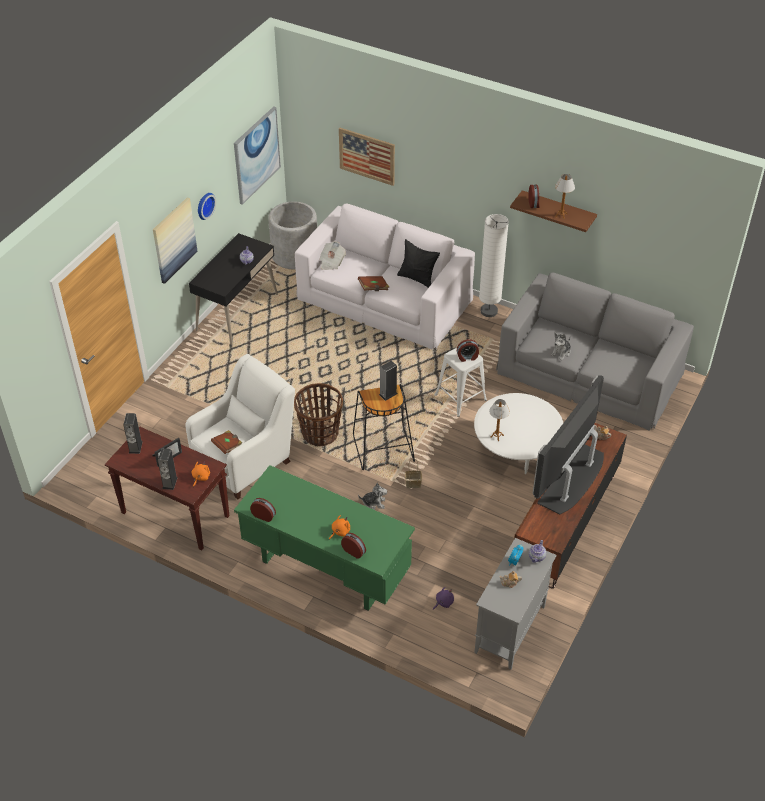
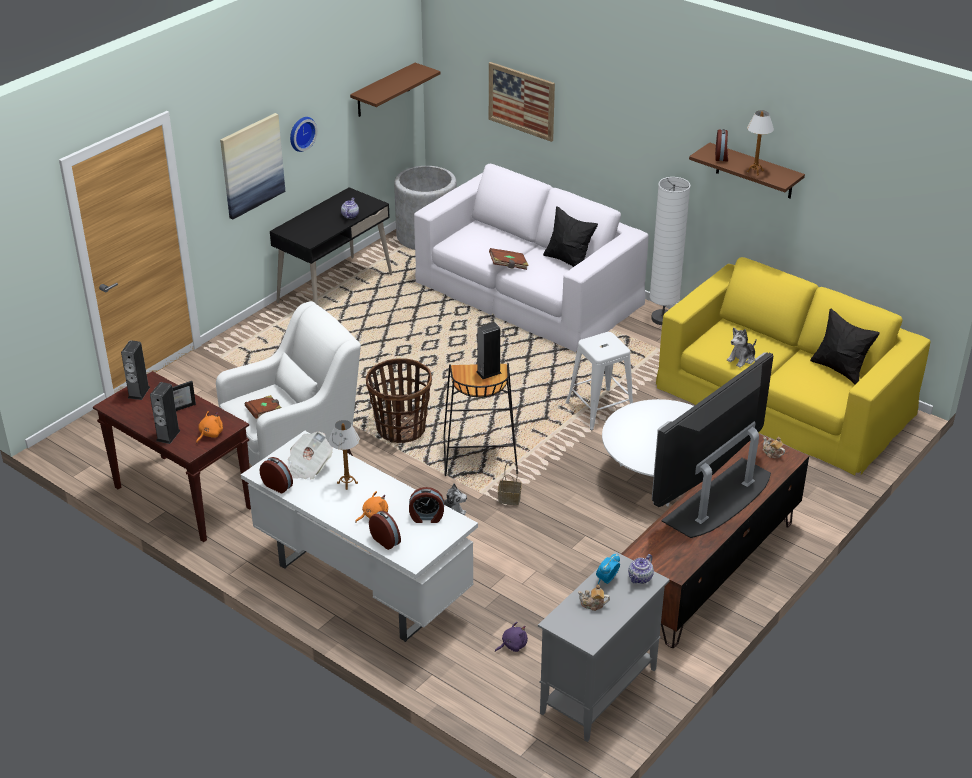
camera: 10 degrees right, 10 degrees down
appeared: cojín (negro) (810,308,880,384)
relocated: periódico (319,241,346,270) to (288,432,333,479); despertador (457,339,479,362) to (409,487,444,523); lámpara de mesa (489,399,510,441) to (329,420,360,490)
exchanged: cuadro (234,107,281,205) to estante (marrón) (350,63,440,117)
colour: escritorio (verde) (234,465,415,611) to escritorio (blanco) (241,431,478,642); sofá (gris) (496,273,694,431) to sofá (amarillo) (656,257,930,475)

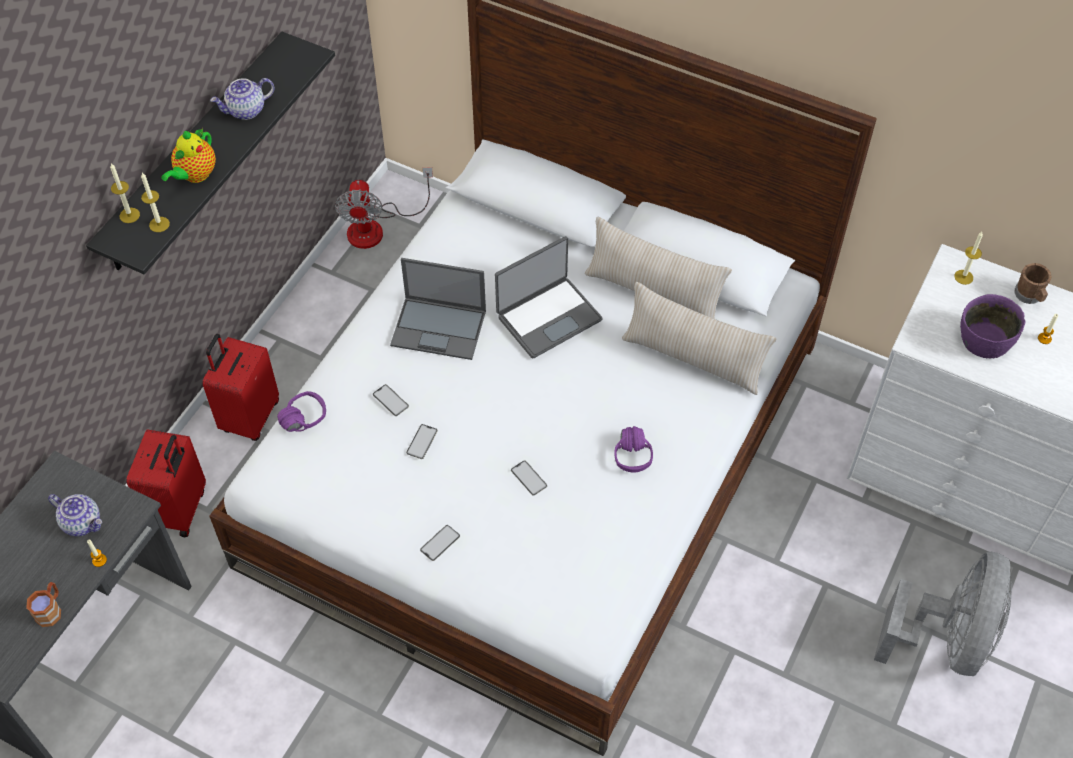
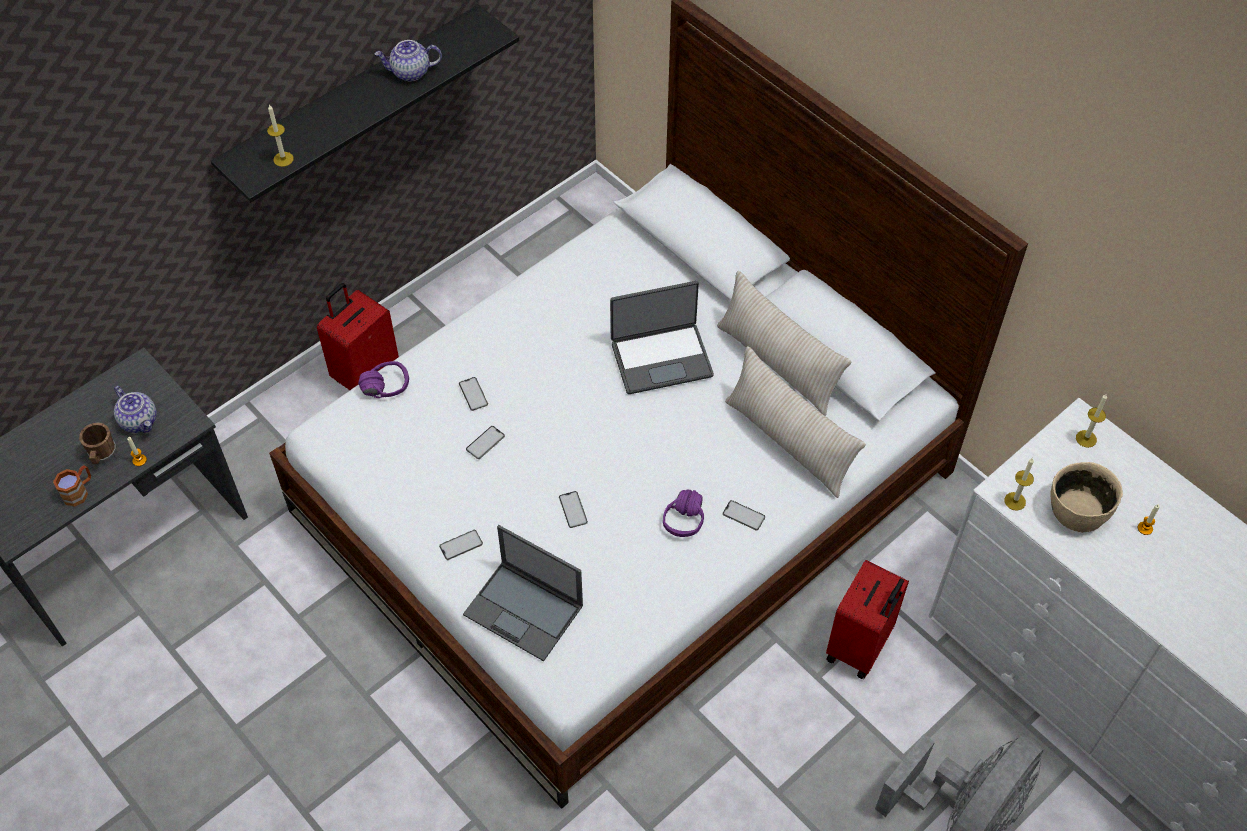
camera: 20 degrees right, 0 degrees up
missing: tetera (161,128,216,183); ventilador (335,167,433,249)
appeared: móvil (723,500,765,531)
relocated: vela (110,164,140,223) to (1005,458,1034,511); maleta (rojo) (126,430,206,537) to (826,560,909,679); portátil (390,258,486,360) to (463,525,583,661); taza grande (marrón) (1014,263,1052,304) to (79,423,118,465)
colour: cuenco (morado) (960,294,1025,359) to cuenco (beis) (1050,462,1123,533)

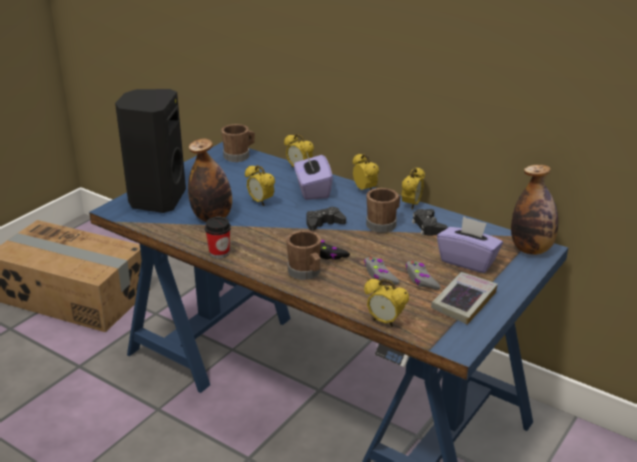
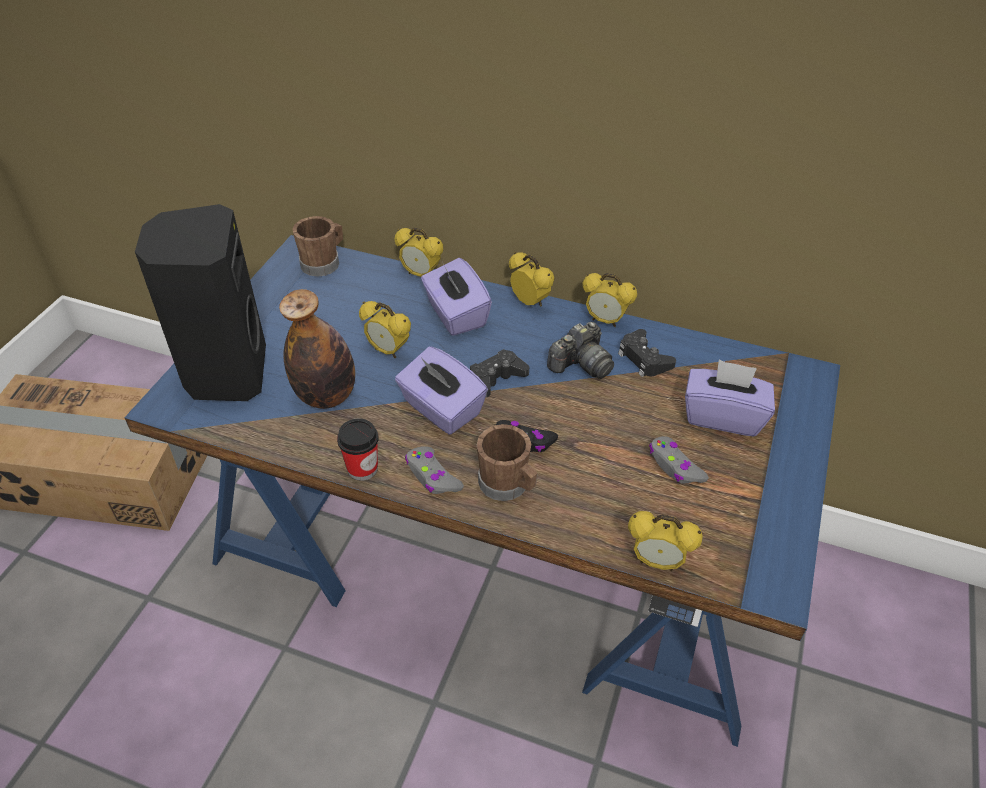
camera: 15 degrees left, 15 degrees up
missing: libro (431,272,498,325); botella (511,165,558,255)
appeared: caja de pañuelos (morado) (395,346,488,435)
relocated: mando de consola (gris) (364,257,399,285) to (405,446,464,494)
exchanged: taza grande (marrón) (366,188,400,233) to cámara (547,322,614,379)
spun: despertador (401,167,425,209) = (582,273,637,327) 105 degrees clockwise

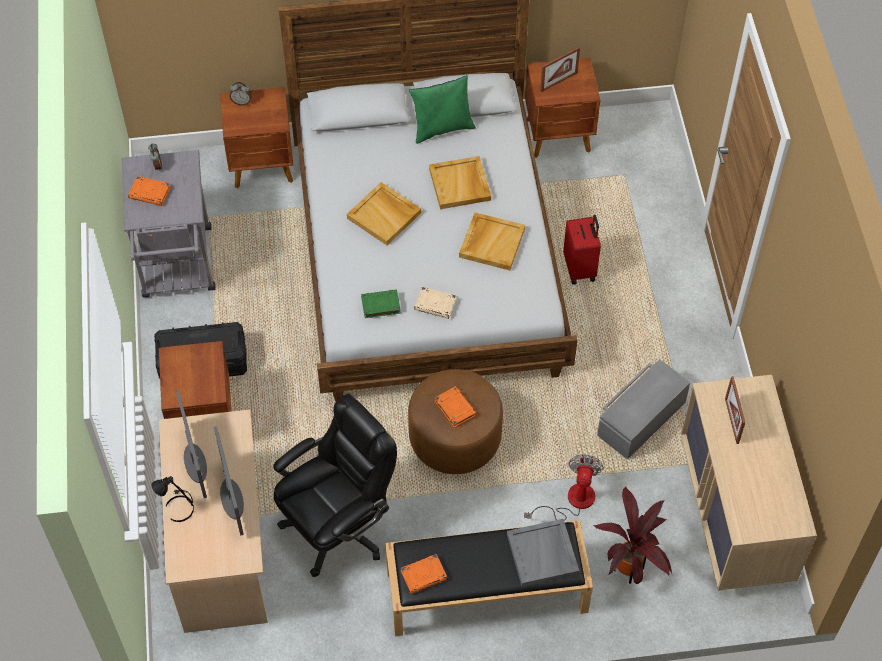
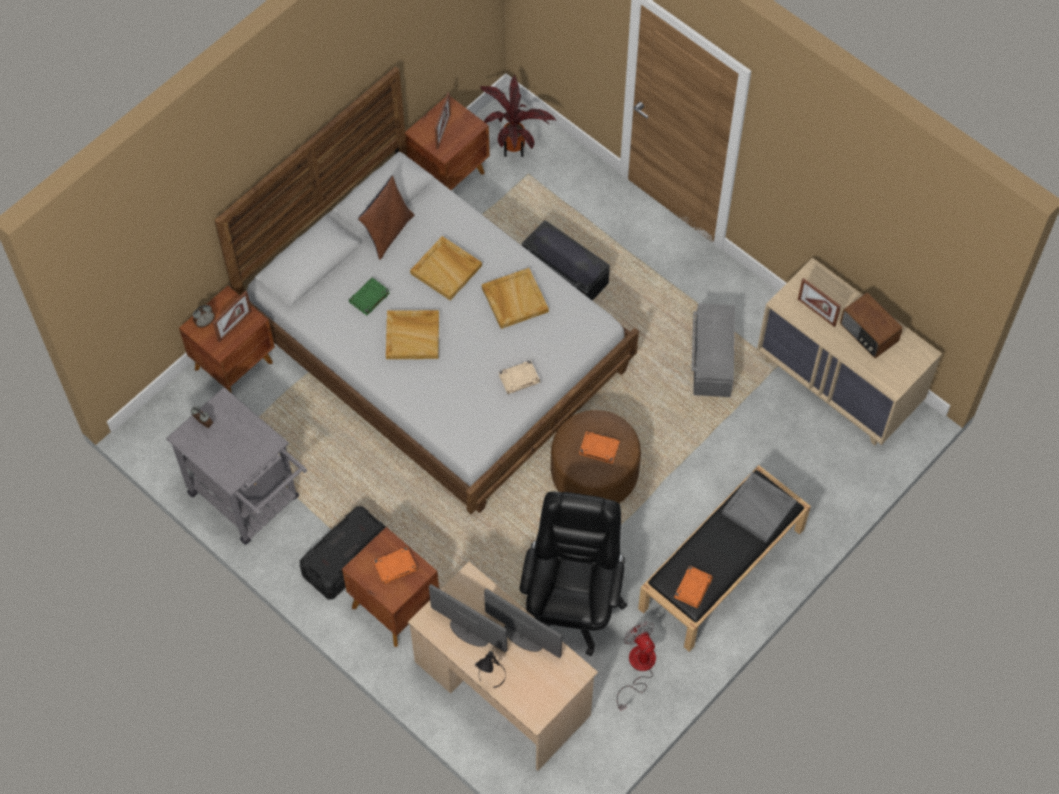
camera: 40 degrees left, 5 degrees up
appeared: portarretratos (213,291,252,343); radio (840,293,903,358)
relocated: libro (naranja) (128,176,171,206) to (373,547,417,584); libro (verde) (361,289,401,318) to (349,277,390,316); ventilador (524,455,604,521) to (617,622,656,711); planta en maceta (594,487,672,584) to (480,75,556,157)
exchanged: maleta (rojo) (563,215,601,285) to caja de almacenaje (negro) (522,220,610,301)
colour: cojín (verde) (409,75,476,144) to cojín (marrón) (358,176,415,260)

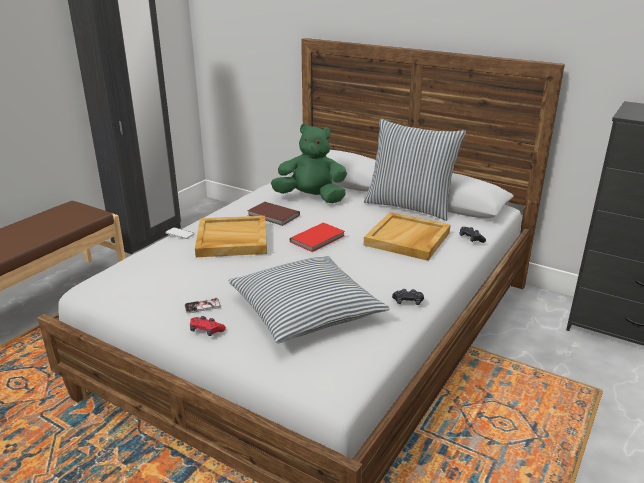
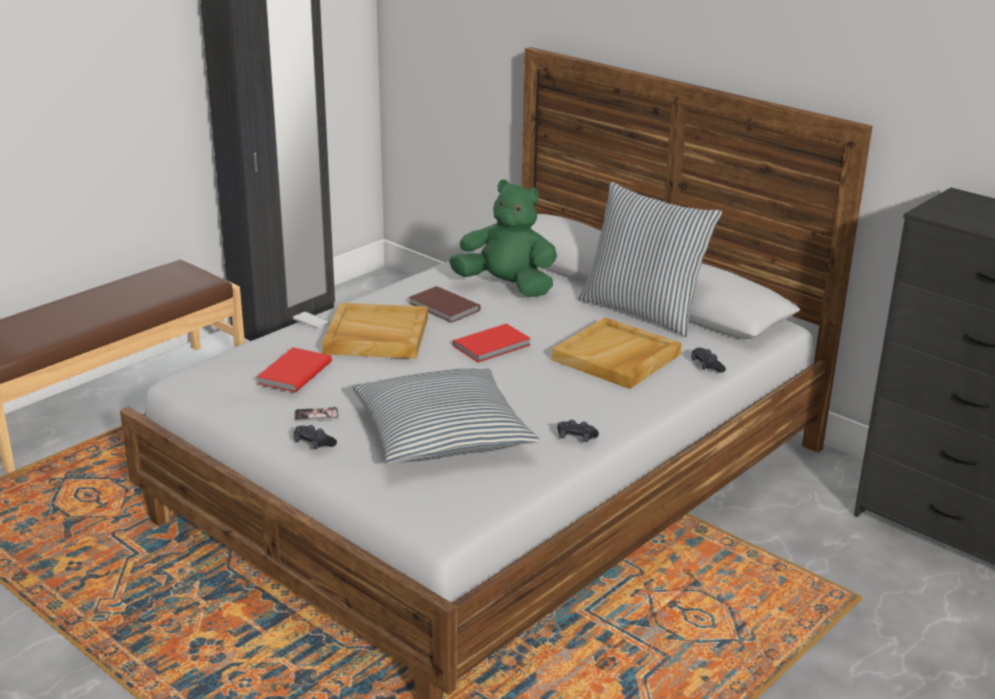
camera: 10 degrees right, 0 degrees up
appeared: libro (rojo) (257,347,332,393)
colour: mando de consola (rojo) (190,316,226,336) to mando de consola (negro) (294,425,337,450)

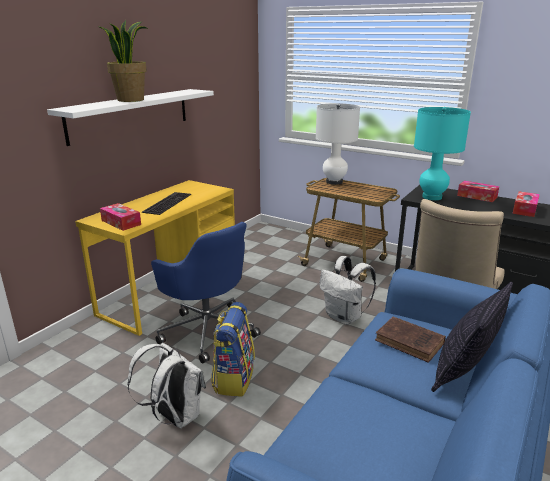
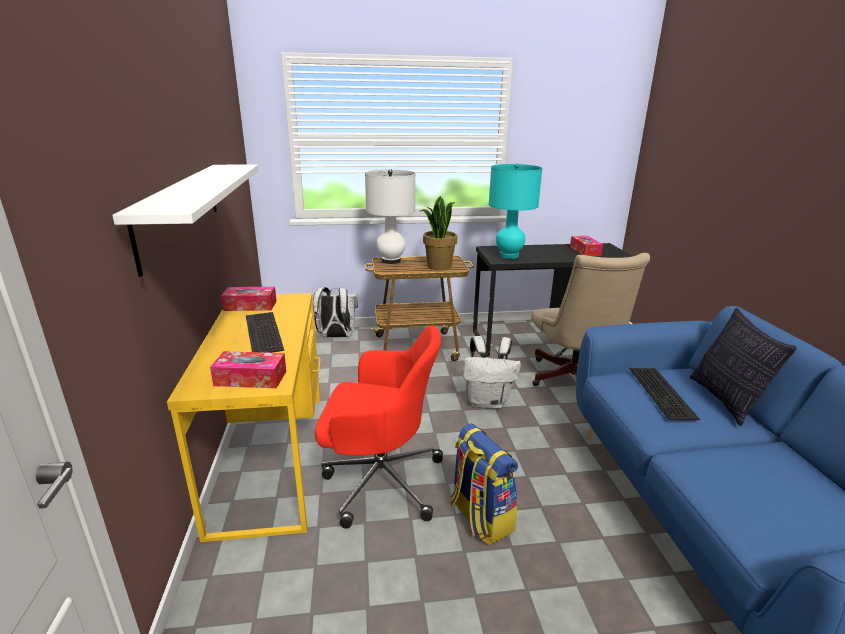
camera: 40 degrees left, 0 degrees up
relocated: planta en maceta (98,20,148,102) to (420,196,458,270); mochila (blanco) (127,343,206,428) to (313,287,358,337); caja de pañuelos (457,181,499,202) to (221,287,277,311)
exchanged: libro (marrón) (375,317,446,363) to teclado (630,368,700,420)
colour: silla de oficina (azul) (151,222,261,364) to silla de oficina (rojo) (315,325,443,529)

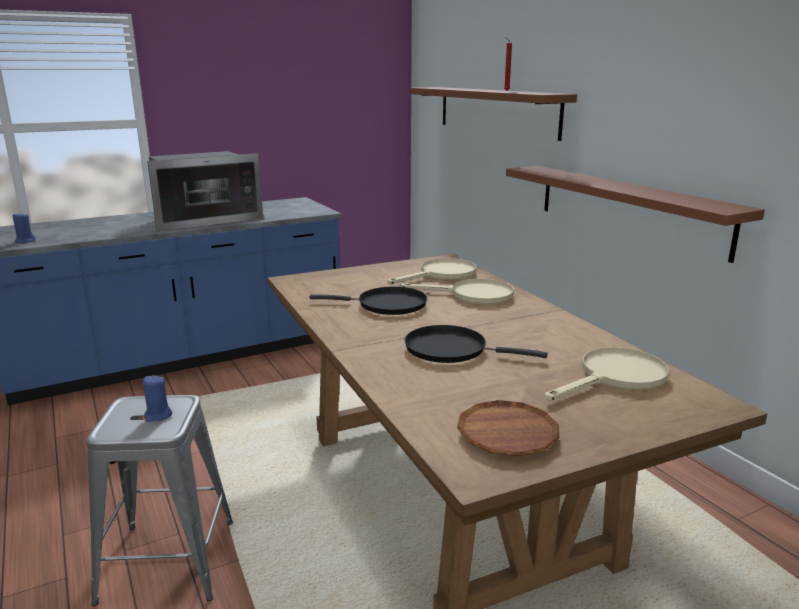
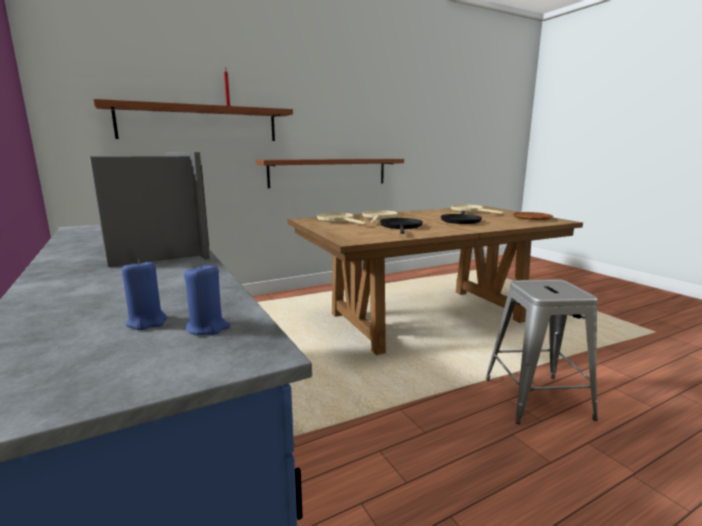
camera: 90 degrees left, 5 degrees down
relocated: vela (azul) (143,376,172,422) to (122,259,167,330)

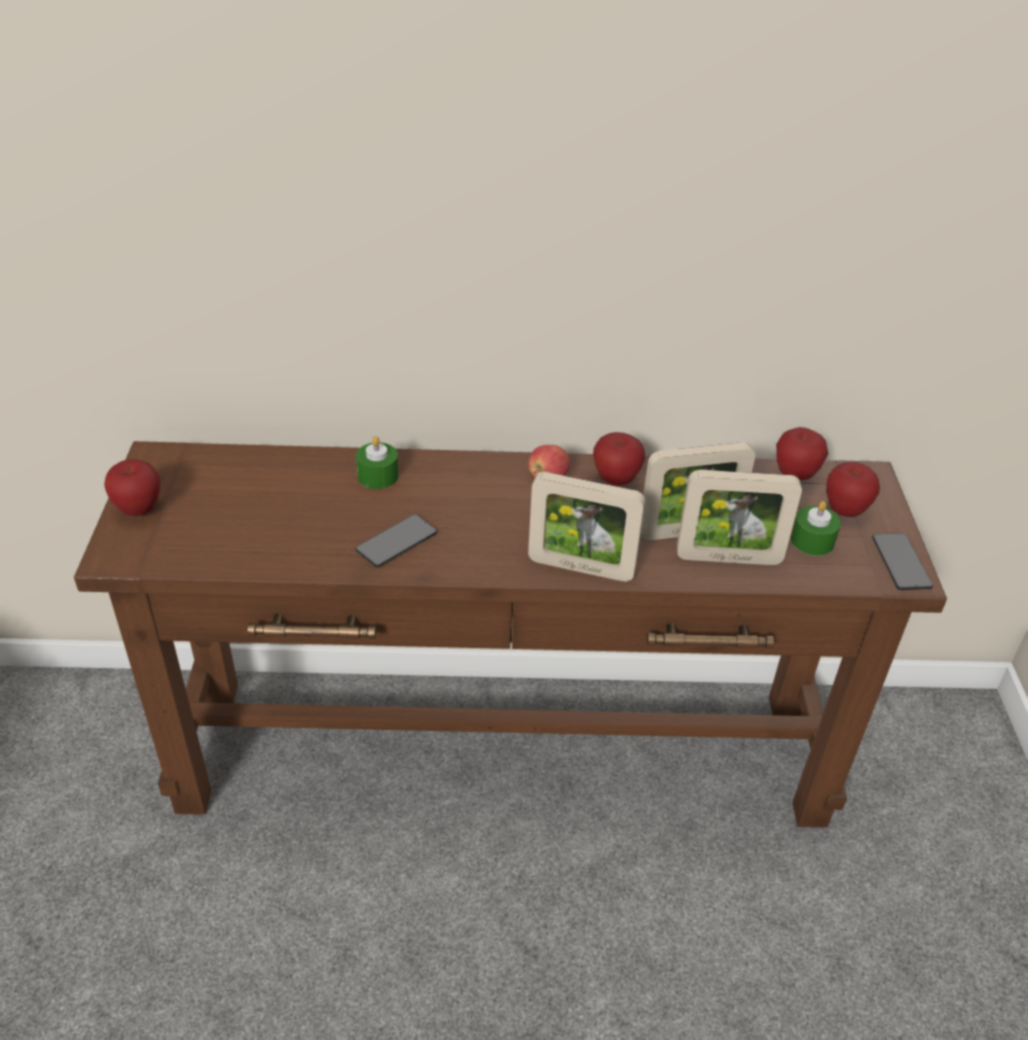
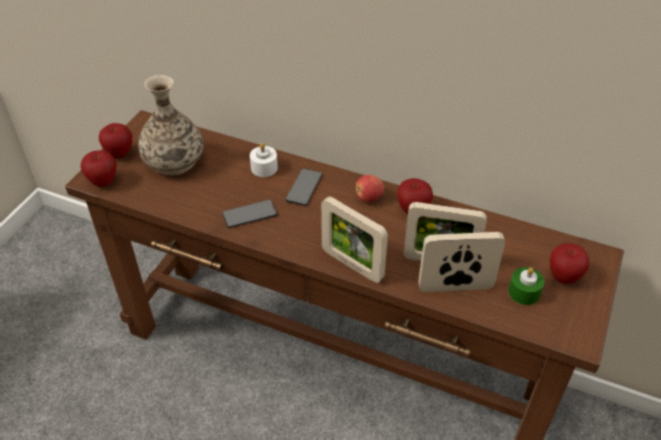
camera: 25 degrees right, 5 degrees up
appeared: florero (138,75,203,176)
relocated: manzana (776,427,828,480) to (80,150,117,187); móvil (872,533,933,590) to (285,168,323,206)
colour: vela (verde) (356,436,399,489) to vela (blanco) (250,143,278,177)
spun: portarretratos (677,470,802,565) = (418,232,505,292) 150 degrees clockwise

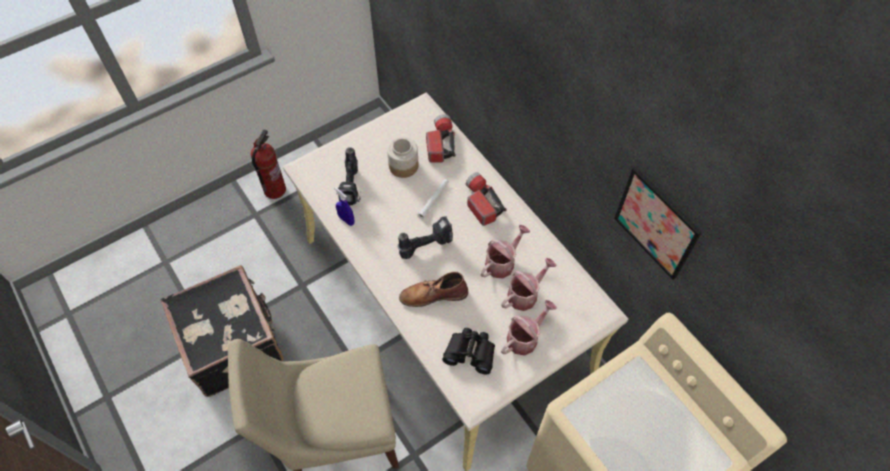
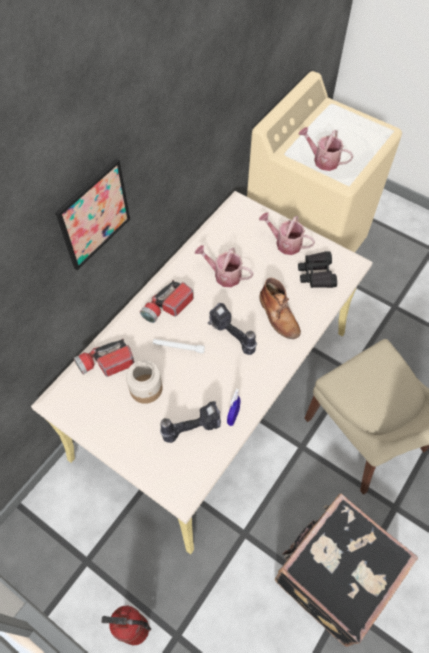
camera: 110 degrees left, 0 degrees up
relocated: regadera (501,258,556,311) to (298,127,353,171); cuadro (614,167,702,280) to (55,159,130,270)

